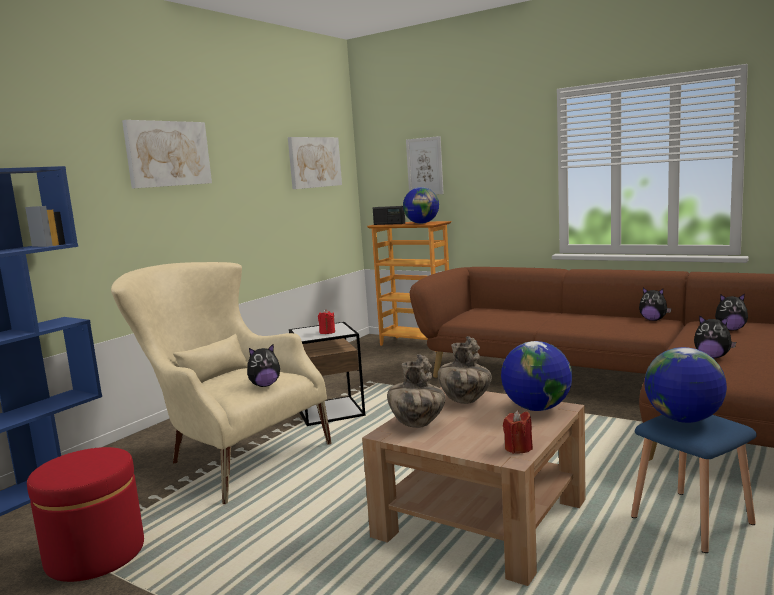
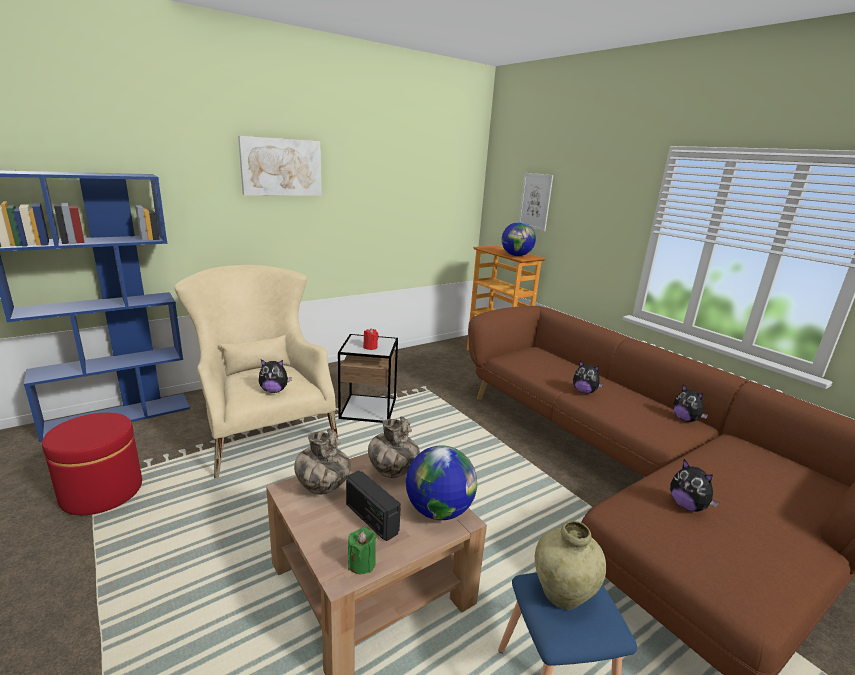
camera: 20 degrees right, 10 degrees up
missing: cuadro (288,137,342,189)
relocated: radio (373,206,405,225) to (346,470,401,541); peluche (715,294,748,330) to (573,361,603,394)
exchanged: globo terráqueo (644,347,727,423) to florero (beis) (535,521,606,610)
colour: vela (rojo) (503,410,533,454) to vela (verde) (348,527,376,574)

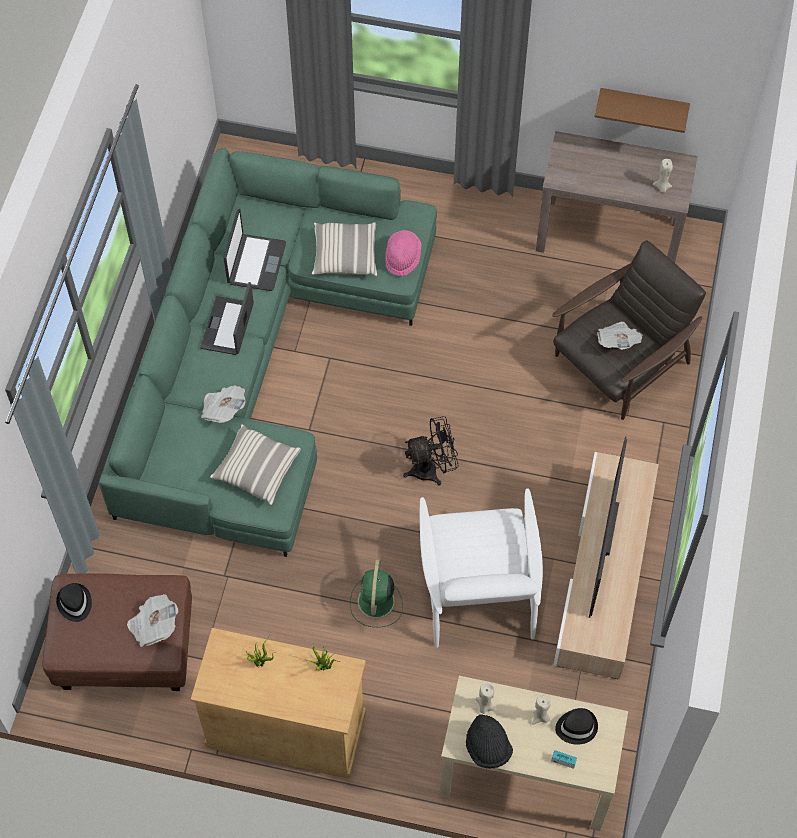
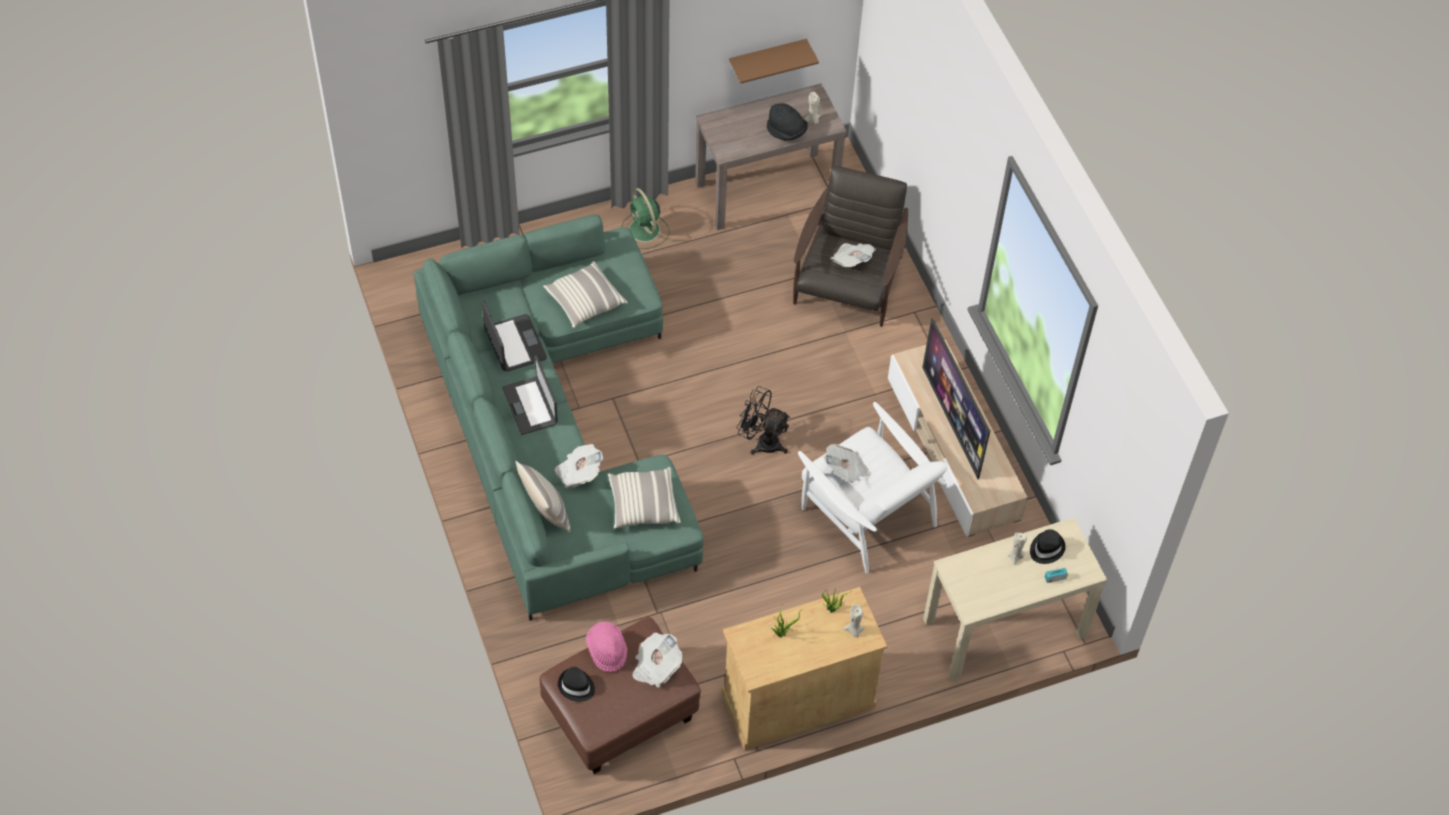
camera: 35 degrees left, 5 degrees down
appeared: cojín (515,461,570,533); periódico (824,444,871,483)
relocated: ventilador (verde) (350,559,403,627) to (622,188,670,249); sombrero (rosa) (385,230,422,277) to (586,622,627,672); sombrero (negro) (466,714,513,769) to (767,103,808,141); vela (beis) (475,683,496,714) to (844,604,865,637)
spun: ventilador (negro) (403,416,459,486) = (736,386,790,455) 105 degrees counterclockwise

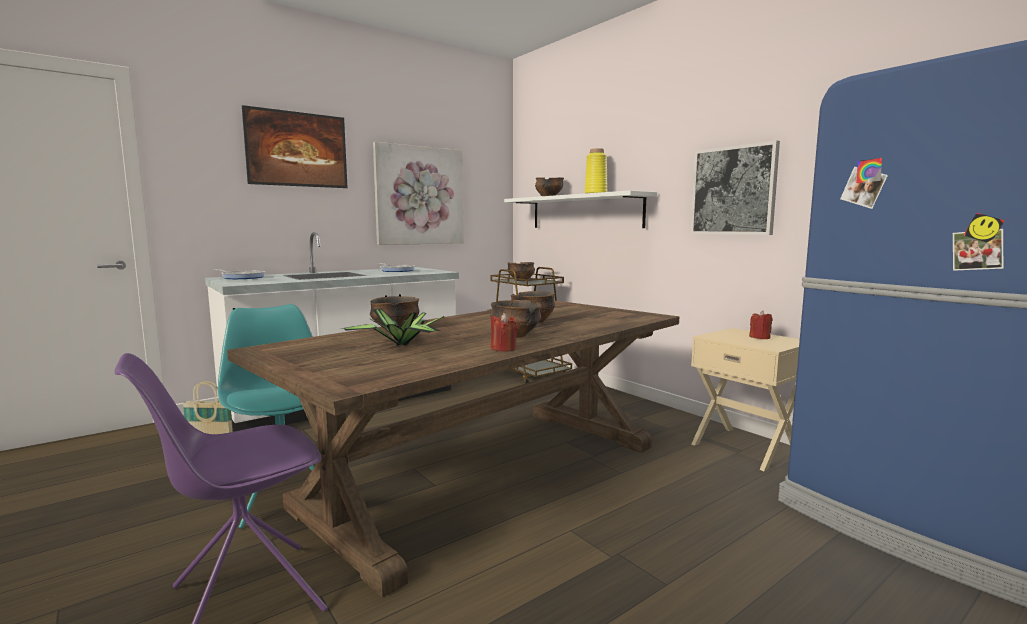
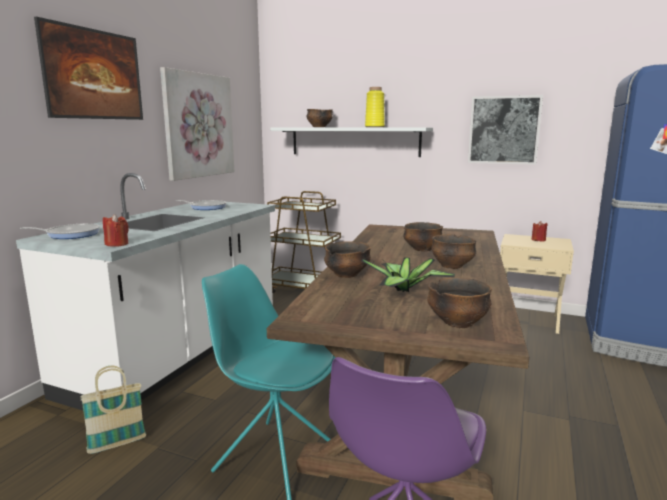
camera: 30 degrees left, 5 degrees up
relocated: vela (rojo) (491,313,518,352) to (103,214,129,247); cuenco (508,262,535,281) to (427,277,492,328)

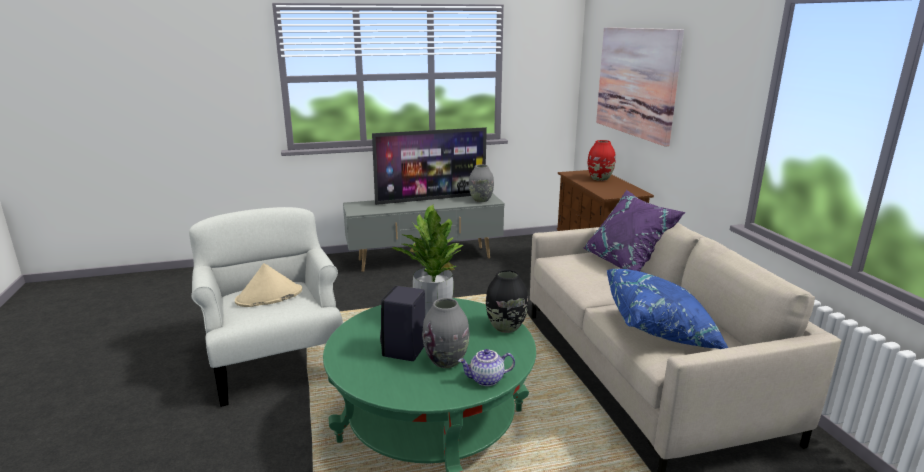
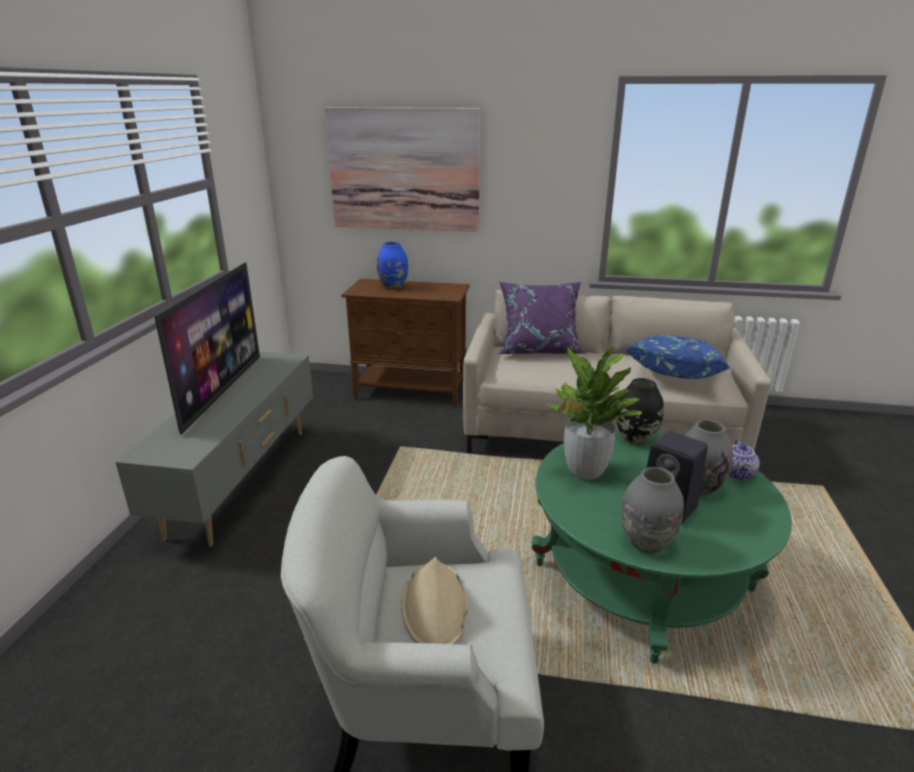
camera: 65 degrees left, 5 degrees up
relocated: florero (gris) (469,164,494,202) to (621,467,684,553)
colour: florero (rojo) (588,140,616,181) to florero (azul) (377,242,408,289)

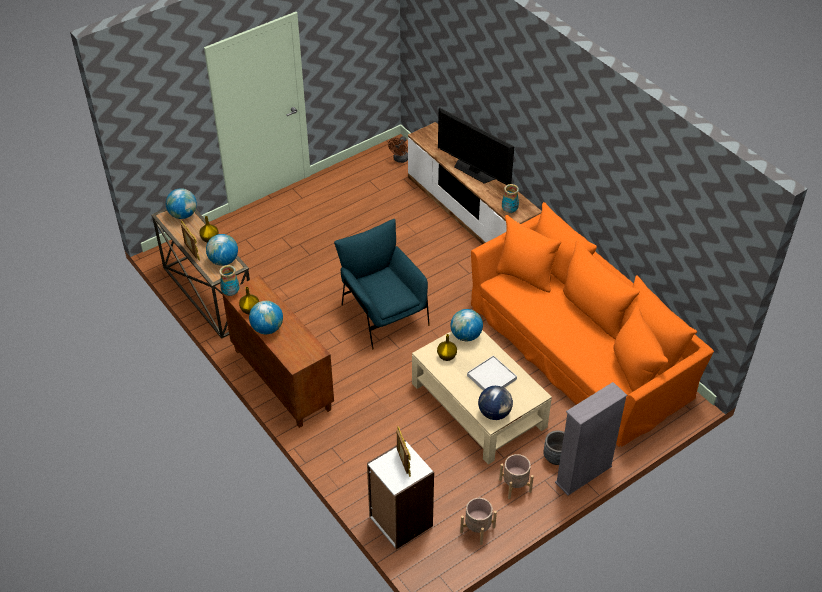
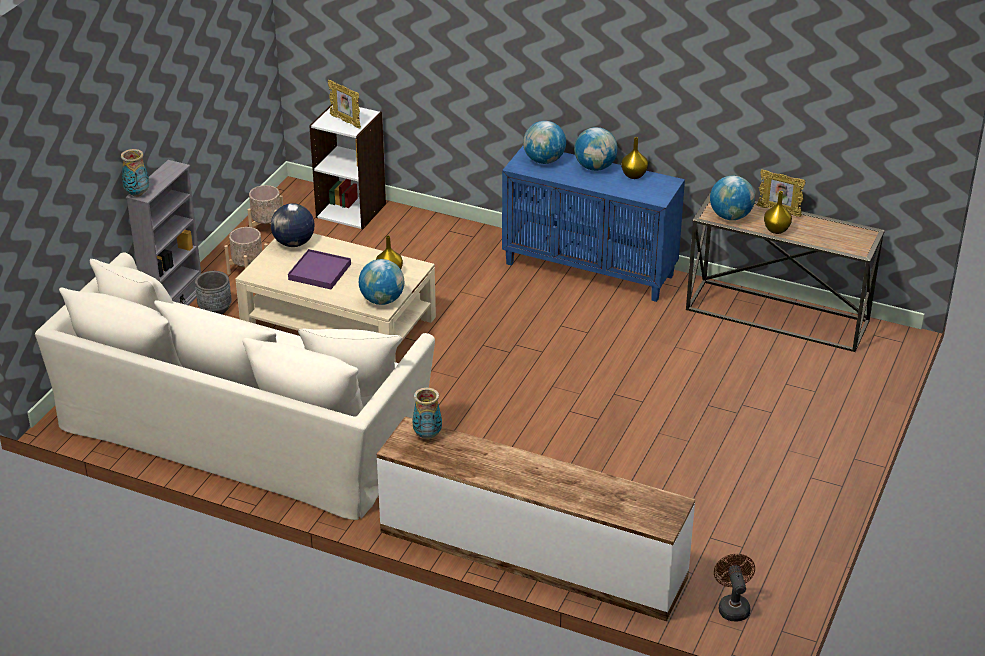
camera: 150 degrees right, 10 degrees down
missing: sillón (azul) (334,219,430,349); televisor (438,107,514,185)
relocated: globo terráqueo (166,188,197,219) to (523,121,566,164); florero (219,265,239,296) to (121,149,149,197)
colour: armario (marrón) (222,275,334,428) to armario (azul) (502,146,685,302); bandeja (blanco) (467,355,517,390) to bandeja (morado) (288,249,351,289); sofá (naranja) (471,202,714,447) to sofá (beis) (35,252,435,520)

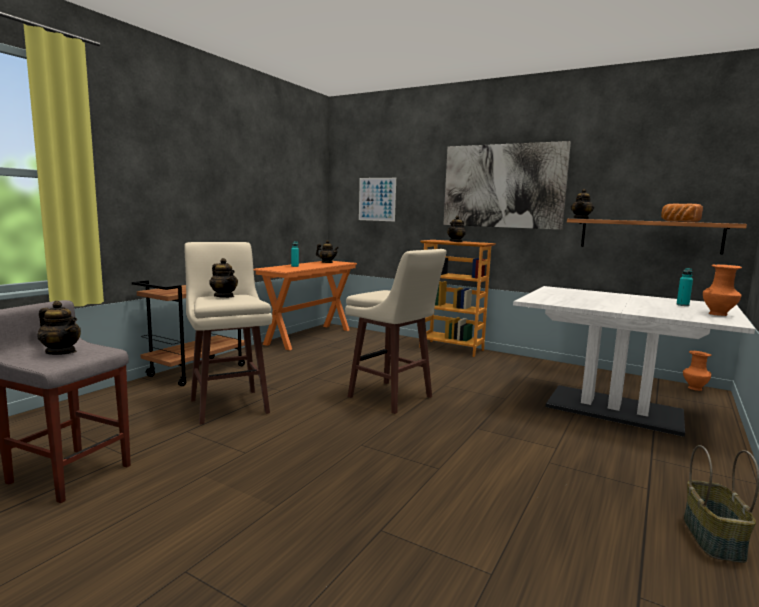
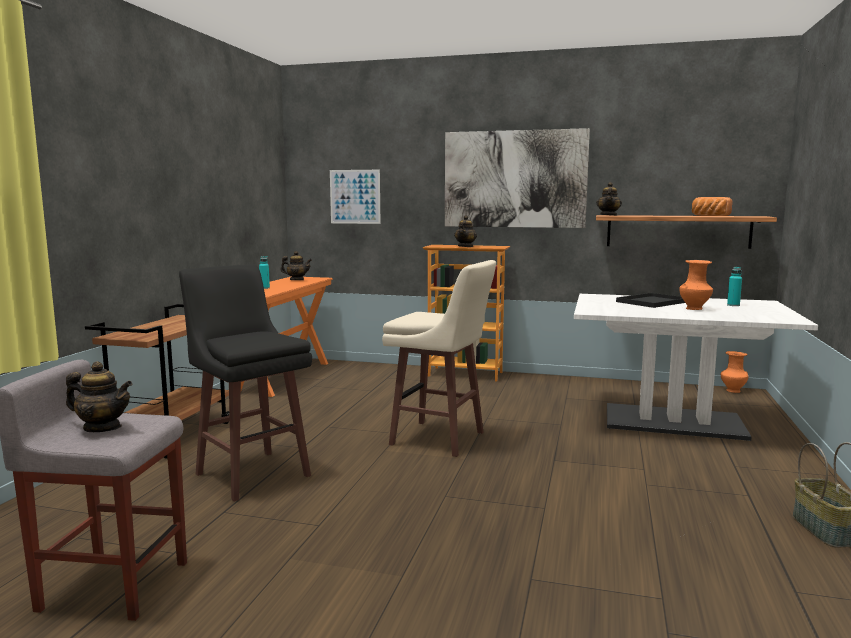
camera: 15 degrees left, 0 degrees up
missing: tetera (209,258,238,298)
appeared: bandeja (negro) (616,293,685,308)
relocated: florero (naranja) (703,264,742,316) to (679,260,713,310)
colour: taburete (beis) (184,242,272,425) to taburete (negro) (179,264,312,502)

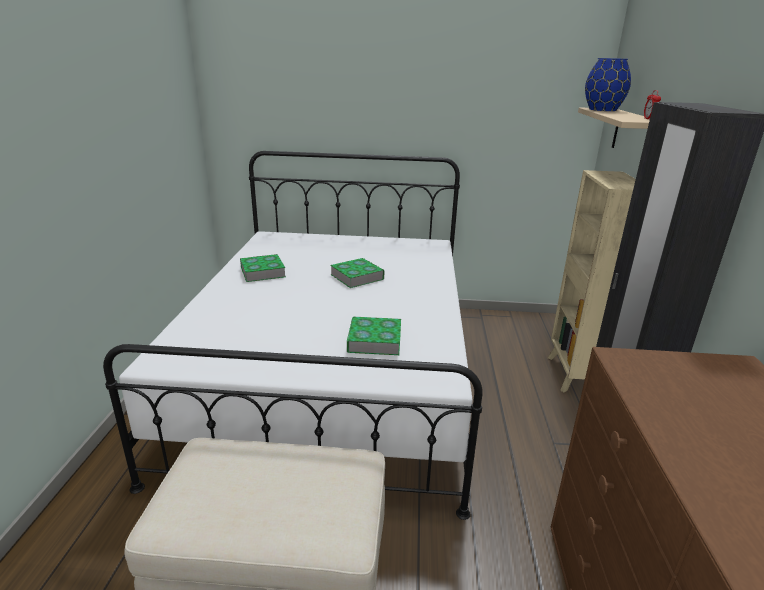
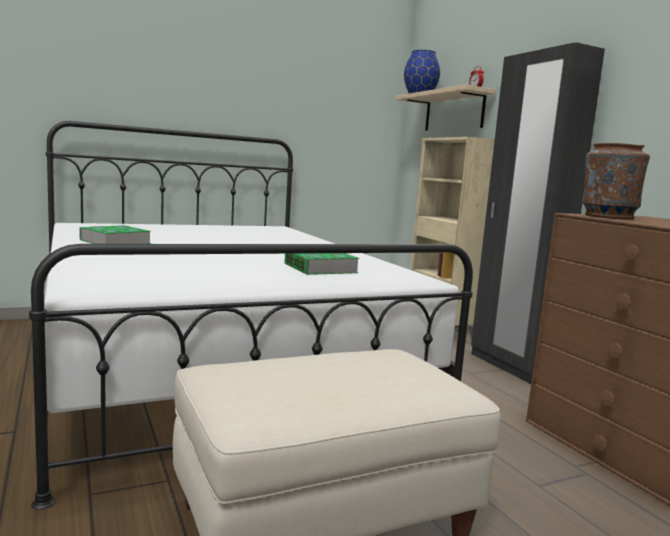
camera: 30 degrees left, 15 degrees down
missing: libro (330,258,384,288)
appeared: florero (marrón) (582,143,650,220)

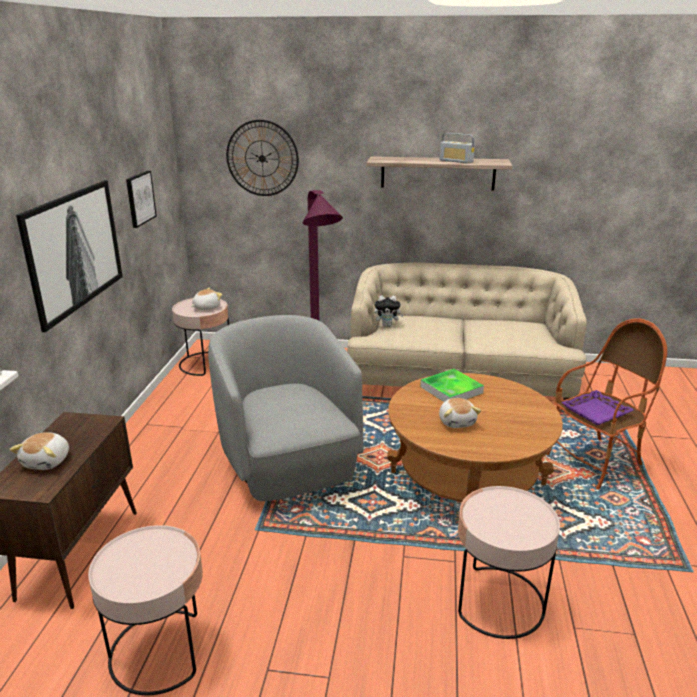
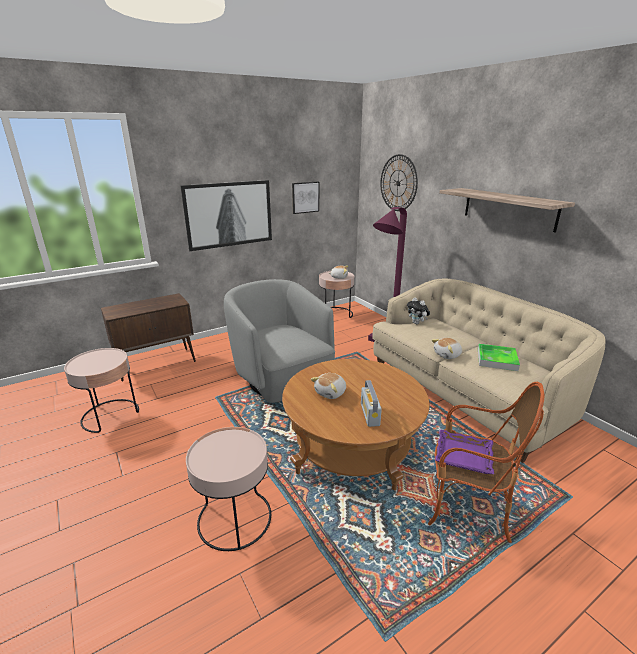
camera: 50 degrees right, 0 degrees up
relocated: peluche (9,432,69,470) to (432,338,462,359); bandeja (421,369,484,402) to (478,344,520,371); radio (440,133,475,163) to (361,380,382,427)
spun: sillón (gris) (208,315,363,501) = (224,279,335,403) 60 degrees counterclockwise

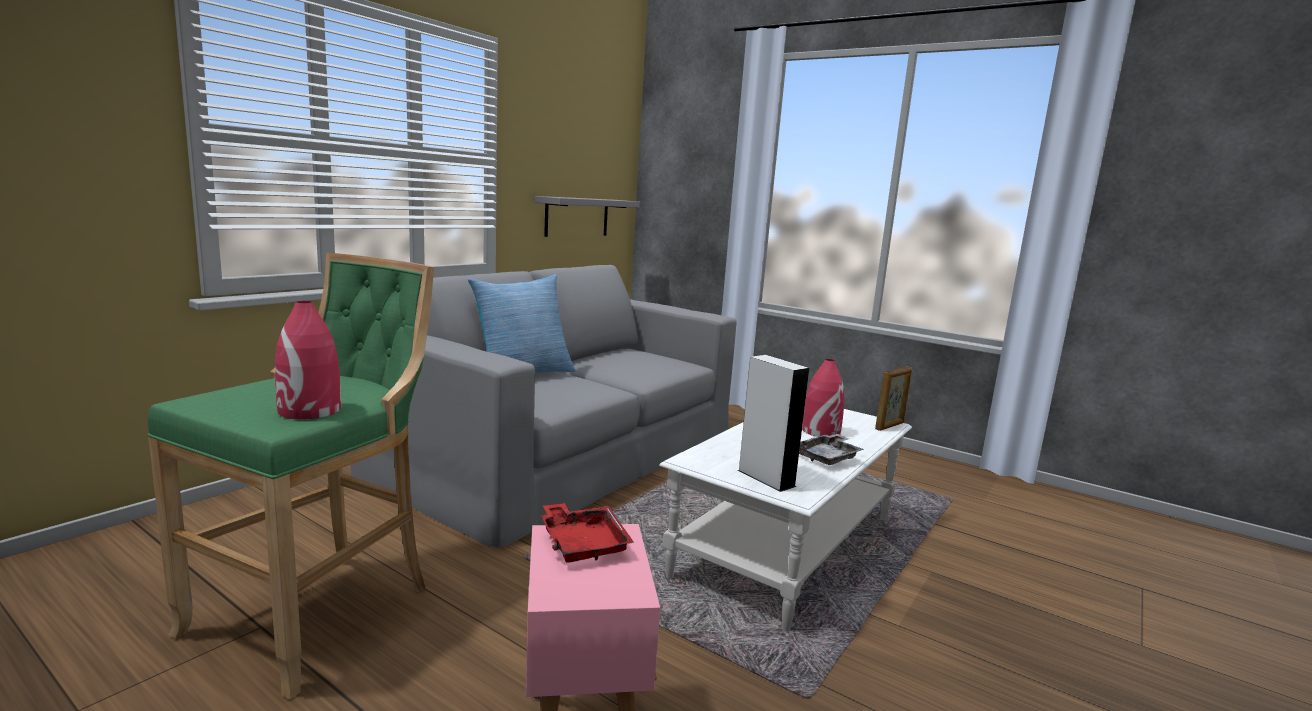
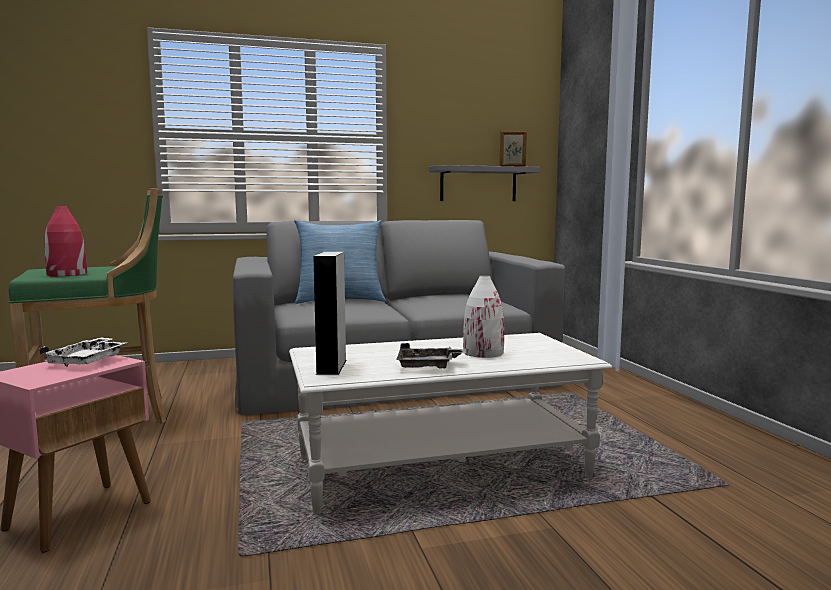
camera: 40 degrees right, 5 degrees down
relocated: portarretratos (875,367,912,431) to (499,131,527,167)
colour: bandeja (rojo) (541,503,634,563) to bandeja (blanco) (39,337,127,367); florero (rojo) (802,359,845,437) to florero (blanco) (463,275,504,358)

